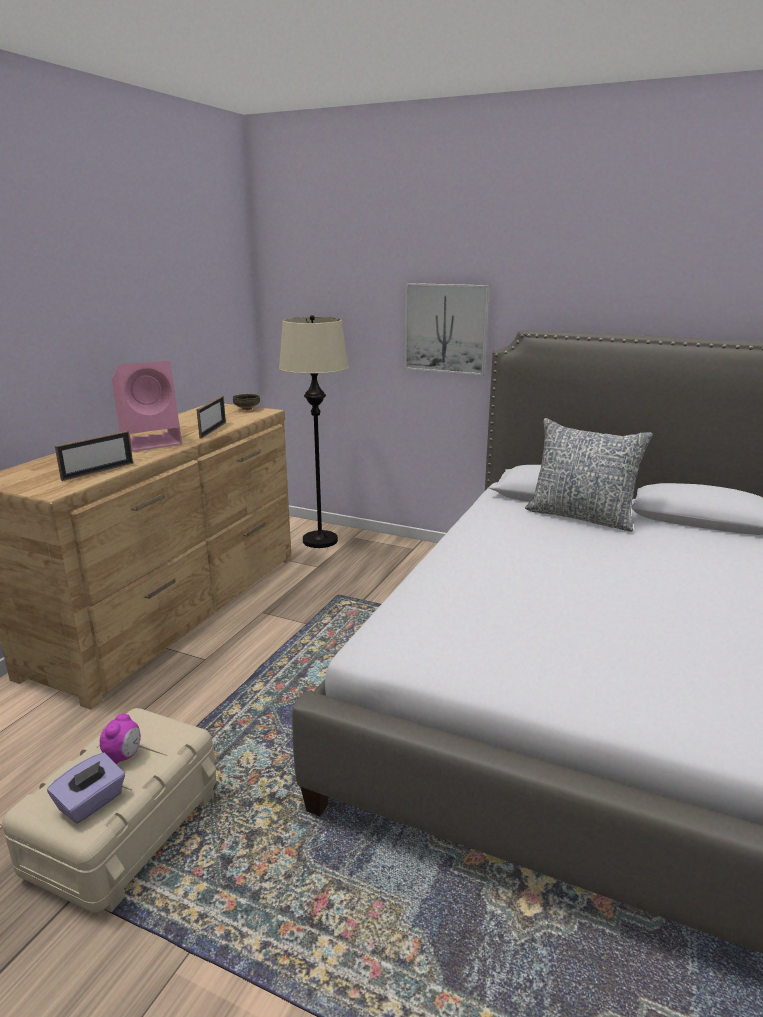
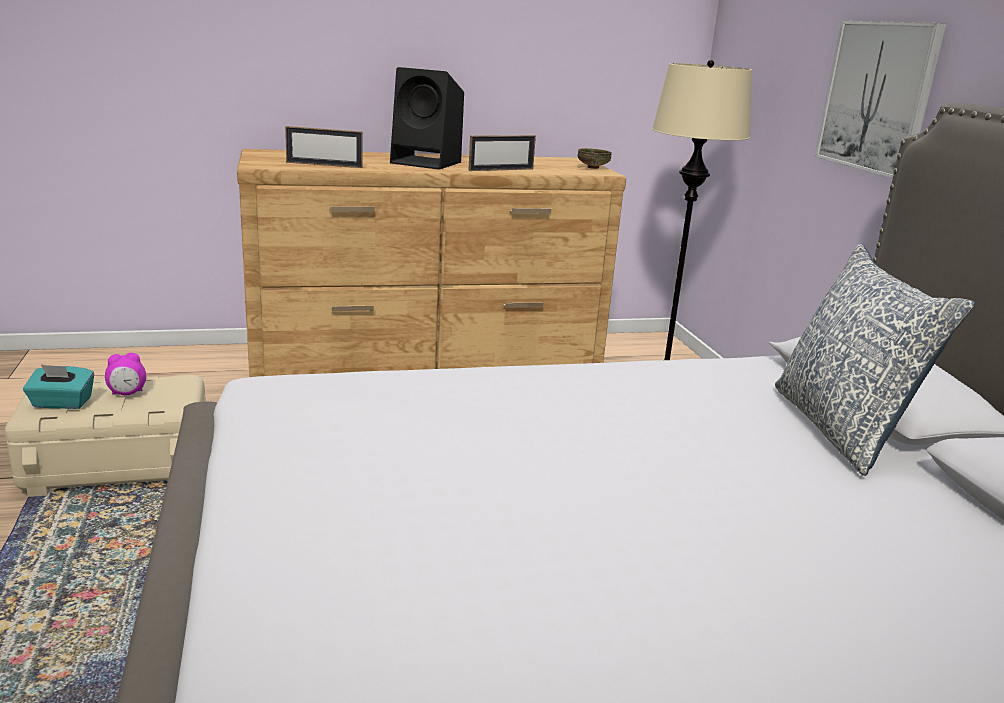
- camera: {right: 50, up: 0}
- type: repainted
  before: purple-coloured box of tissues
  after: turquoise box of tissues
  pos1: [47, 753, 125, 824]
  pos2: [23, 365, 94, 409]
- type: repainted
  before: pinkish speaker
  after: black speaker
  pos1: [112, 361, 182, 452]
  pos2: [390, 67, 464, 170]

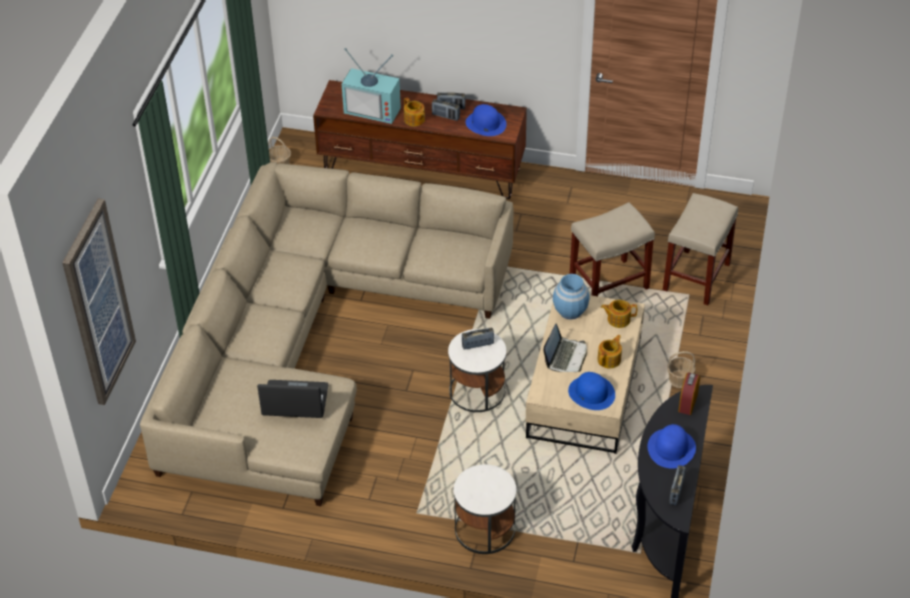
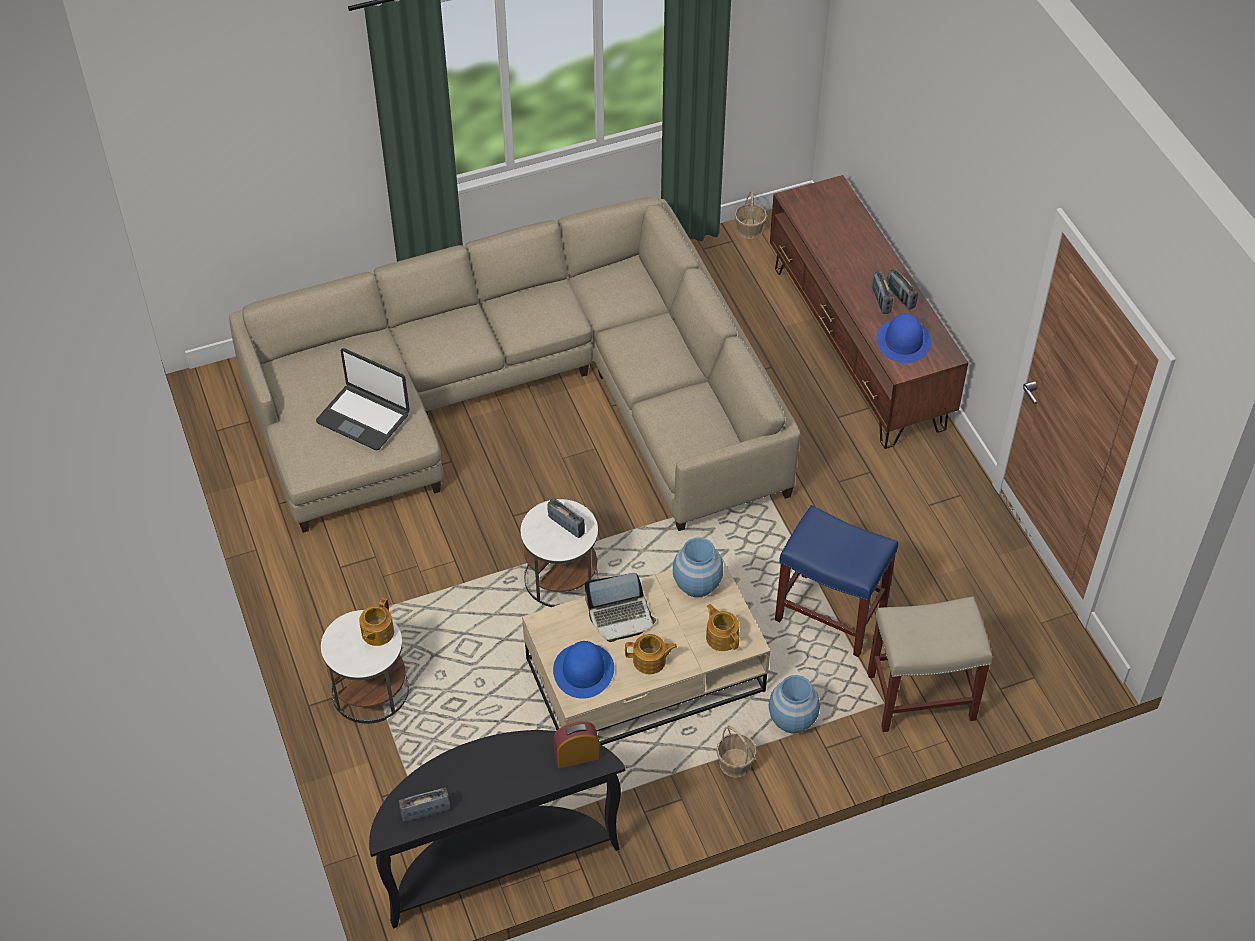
- camera: {right: 55, up: 5}
- type: gone
  before: wall art
  pos1: [62, 198, 136, 405]
- type: gone
  before: television
  pos1: [342, 48, 401, 124]
- type: gone
  before: blue hat
  pos1: [648, 424, 696, 469]
- type: new
  after: blue vase
  pos2: [768, 675, 820, 734]
- type: shifted
  before: teapot
  pos1: [404, 97, 425, 126]
  pos2: [359, 598, 394, 646]
- type: repainted
  before: beige stool
  after: blue stool
  pos1: [570, 202, 655, 296]
  pos2: [775, 505, 898, 658]
- type: rotated
  before: notebook computer
  pos1: [257, 380, 328, 418]
  pos2: [316, 348, 410, 450]
  turn: 150

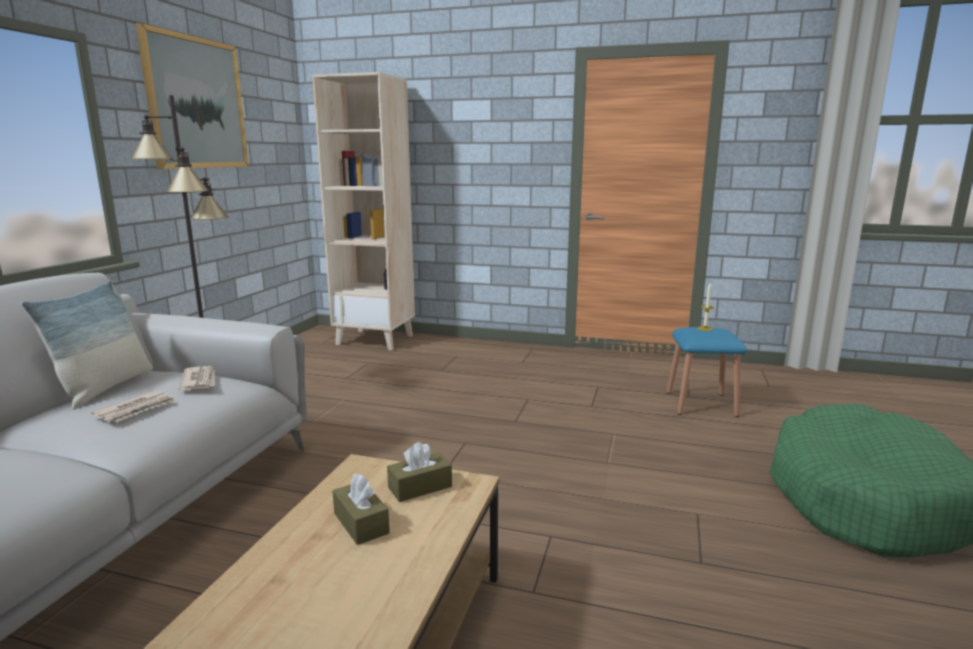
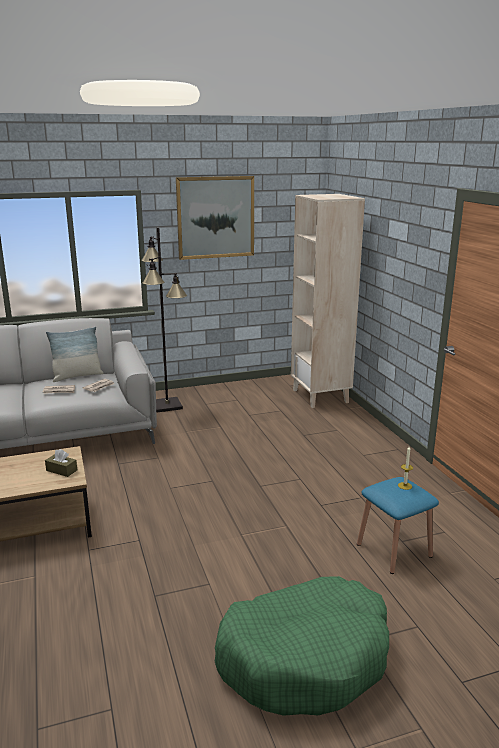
- camera: {right: 55, up: 5}
- type: gone
  before: brown-coloured box of tissues
  pos1: [332, 474, 390, 545]

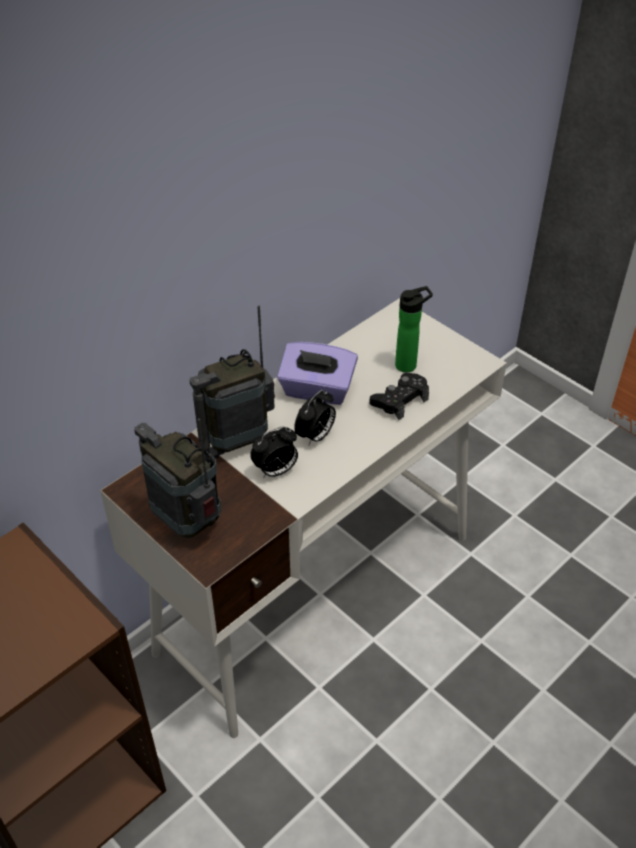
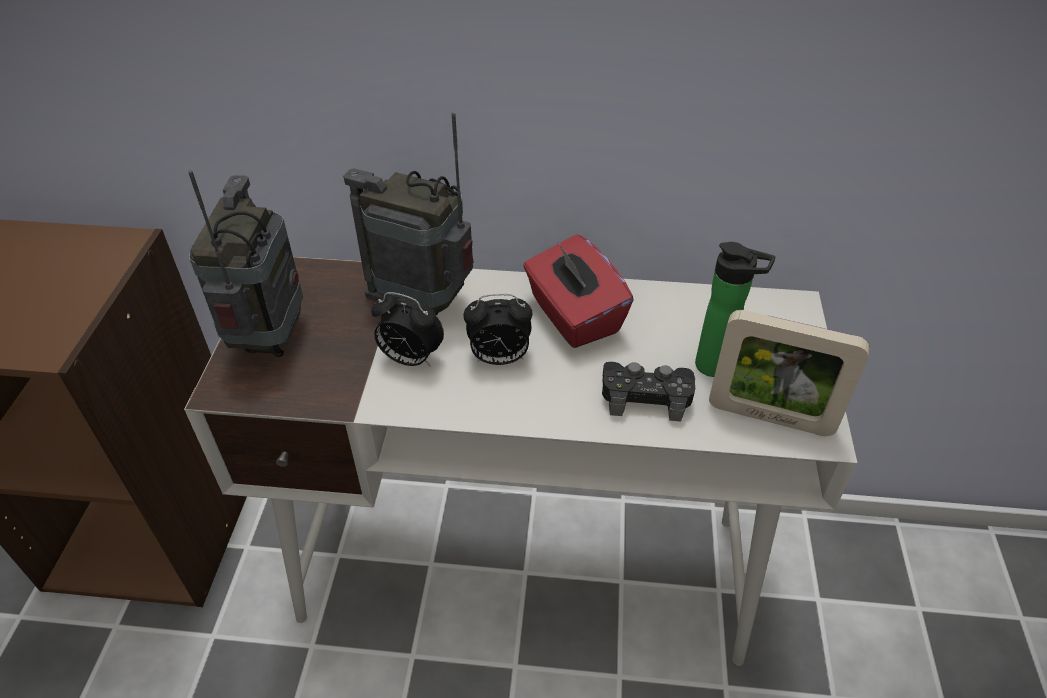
- camera: {right: 50, up: 0}
- type: new
  after: picture frame
  pos2: [709, 310, 869, 436]
- type: repainted
  before: purple-coloured box of tissues
  after: reddish box of tissues
  pos1: [277, 342, 358, 405]
  pos2: [523, 234, 634, 348]

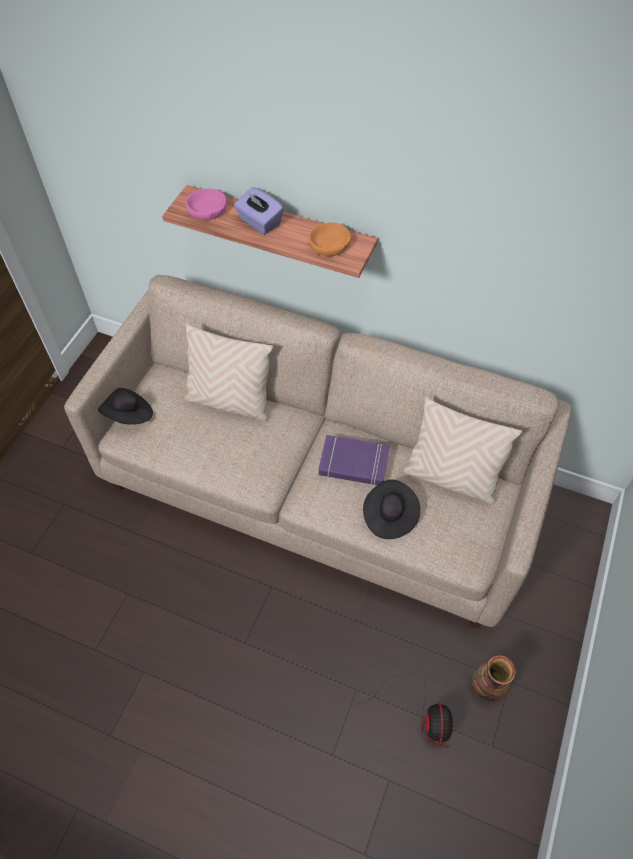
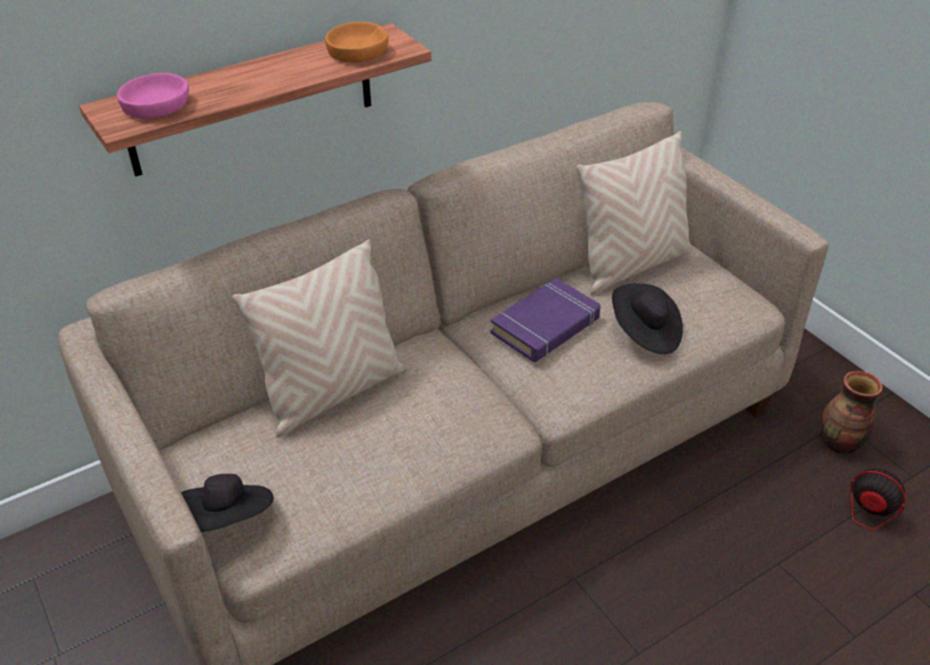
- camera: {right: -55, up: -15}
- type: gone
  before: purple-coloured box of tissues
  pos1: [234, 187, 284, 234]

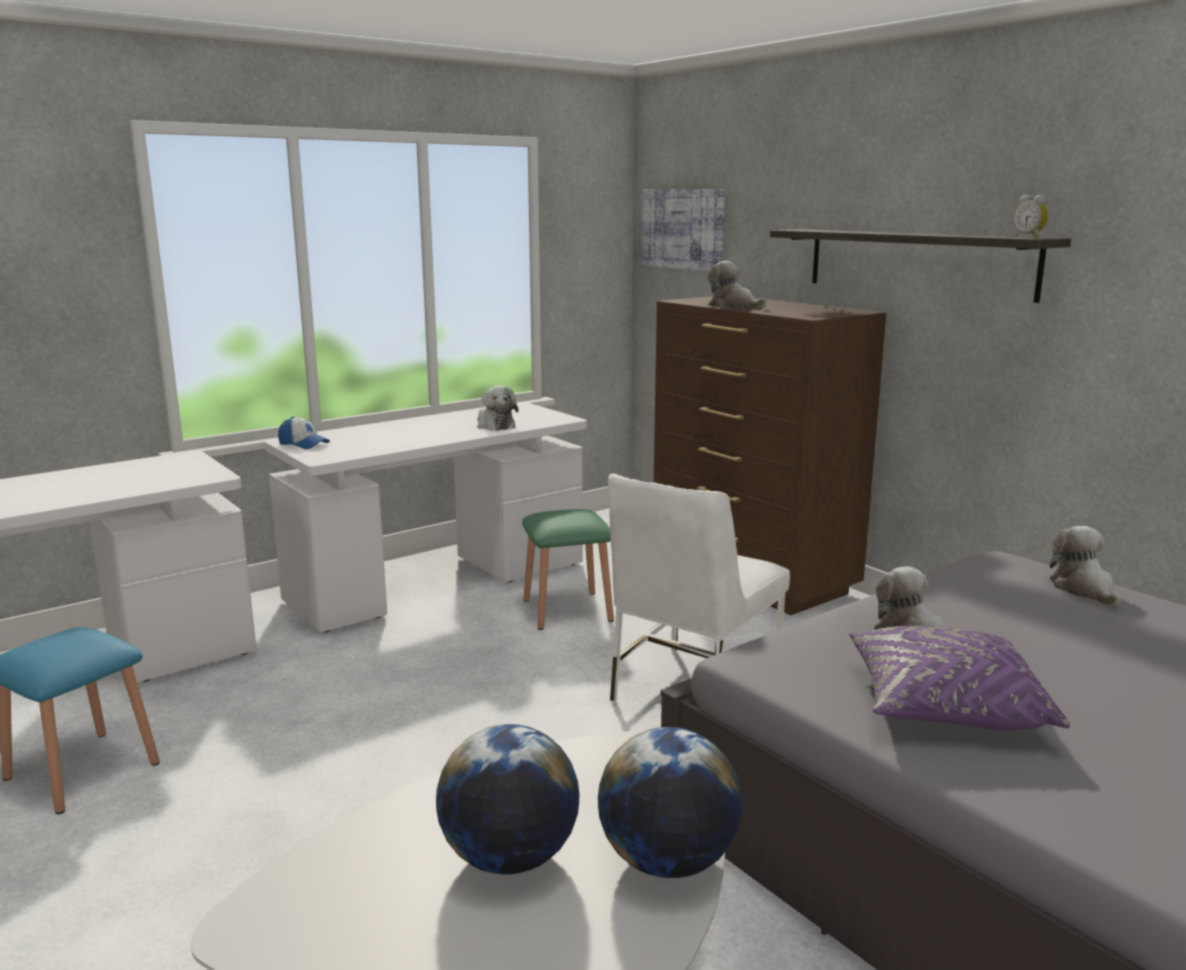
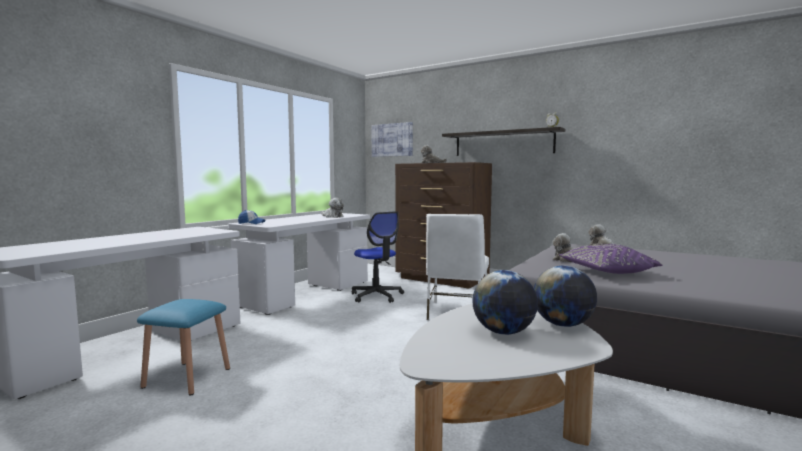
- camera: {right: -20, up: -10}
- type: swapped
  before: green-coloured stool
  after: office chair
  pos1: [522, 509, 614, 630]
  pos2: [352, 211, 404, 303]

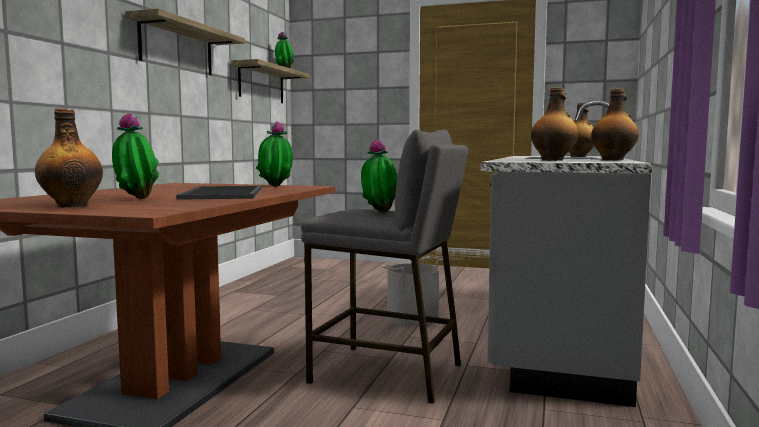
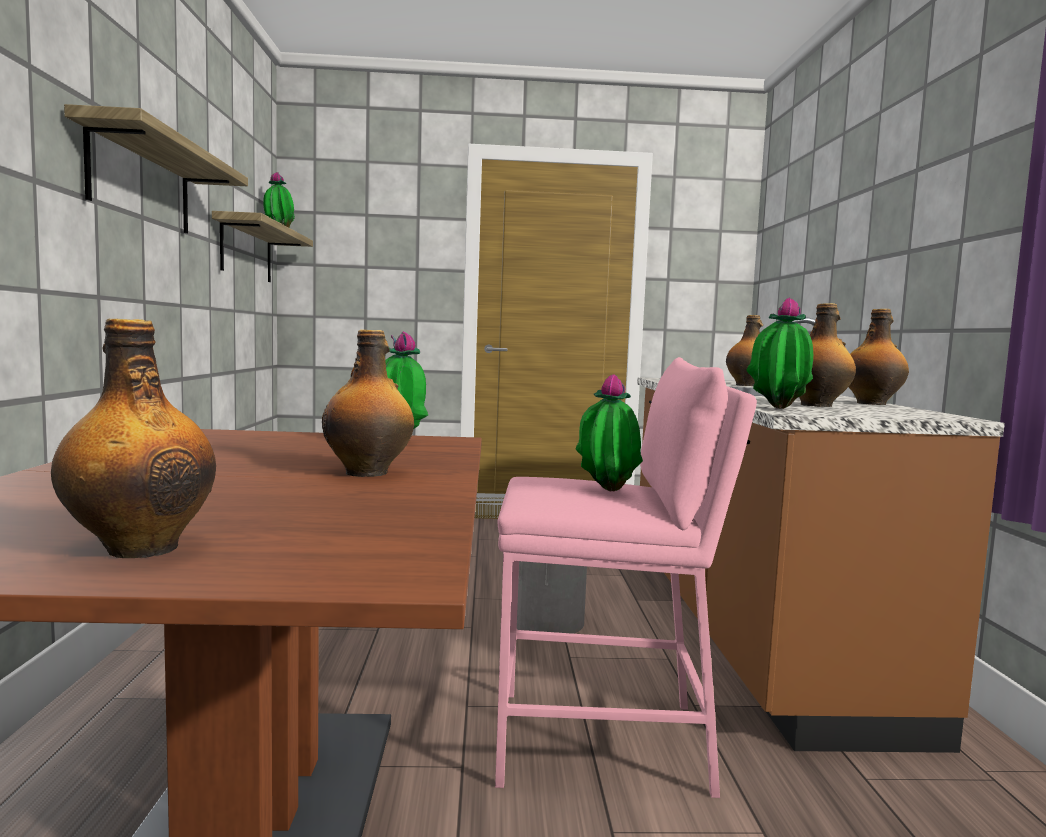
- camera: {right: -20, up: 0}
- type: shifted
  before: potted plant
  pos1: [112, 113, 159, 199]
  pos2: [746, 298, 813, 409]
- type: swapped
  before: tray
  after: beverage bottle
  pos1: [176, 186, 262, 200]
  pos2: [322, 330, 414, 477]
- type: repainted
  before: gray stool
  after: pinkish stool
  pos1: [301, 129, 468, 404]
  pos2: [495, 357, 757, 798]
- type: repainted
  before: gray counter
  after: brown-coloured counter
  pos1: [481, 101, 652, 407]
  pos2: [637, 317, 1005, 753]

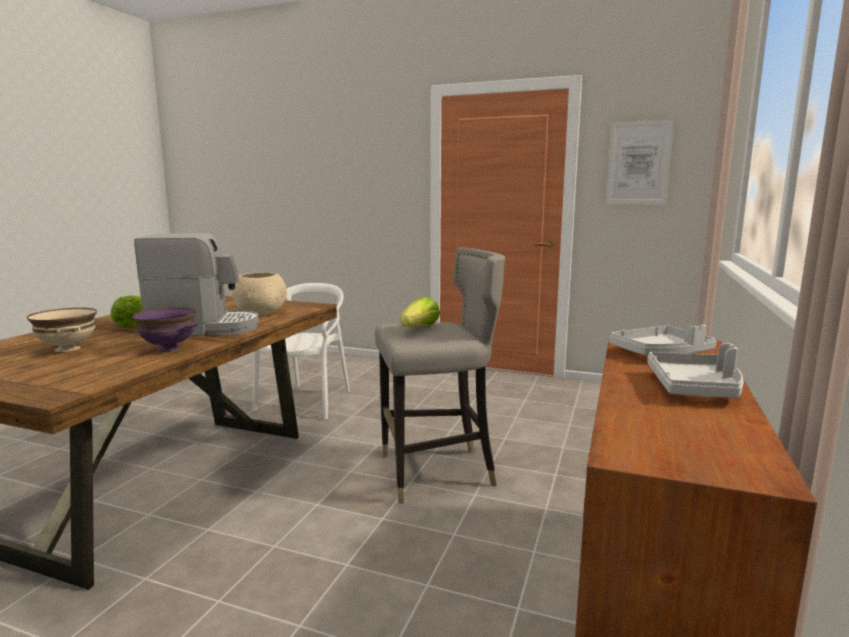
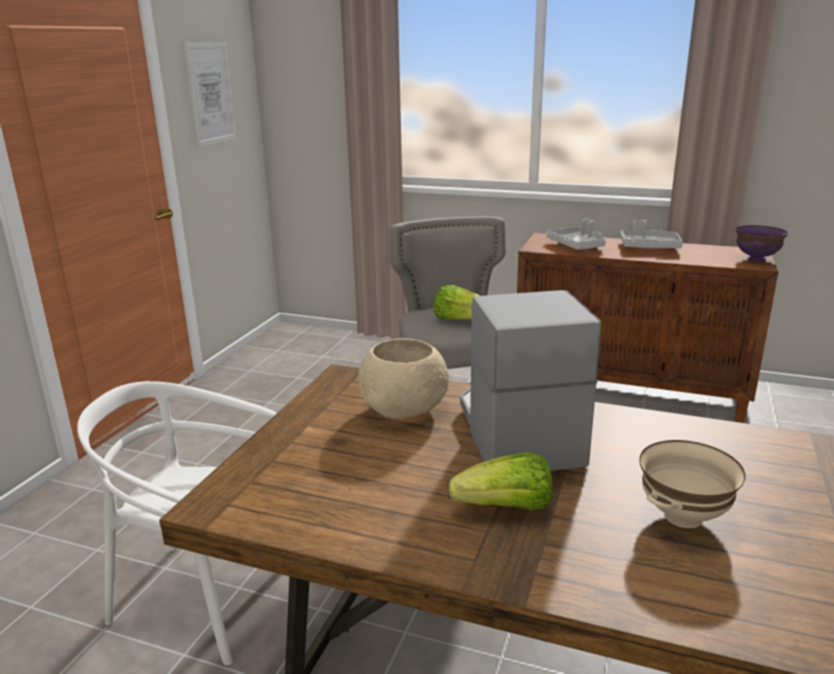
- camera: {right: -90, up: 10}
- type: shifted
  before: purple-coloured deep dish
  pos1: [132, 307, 198, 352]
  pos2: [735, 225, 788, 262]

